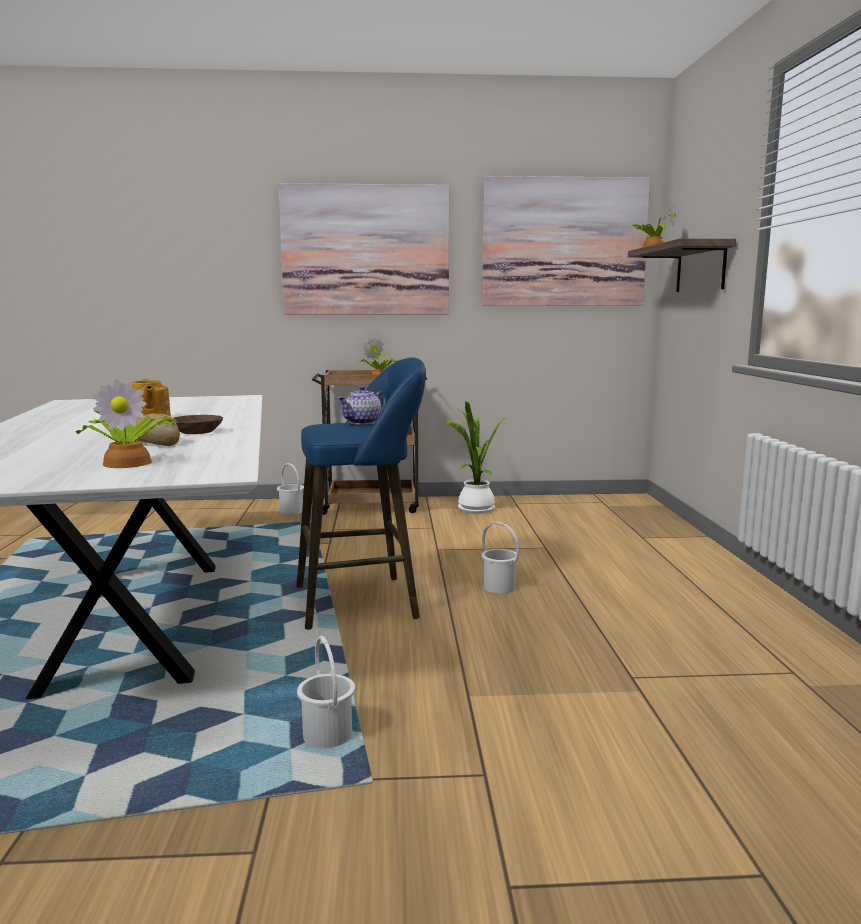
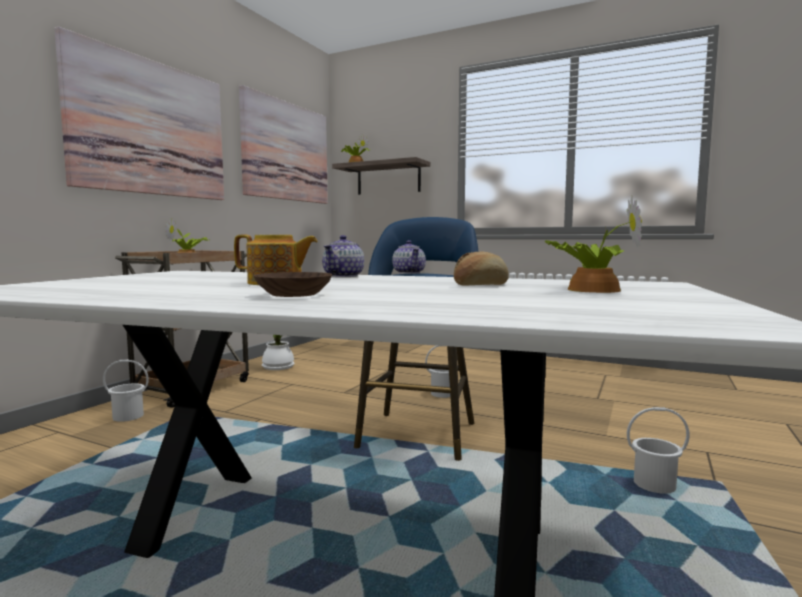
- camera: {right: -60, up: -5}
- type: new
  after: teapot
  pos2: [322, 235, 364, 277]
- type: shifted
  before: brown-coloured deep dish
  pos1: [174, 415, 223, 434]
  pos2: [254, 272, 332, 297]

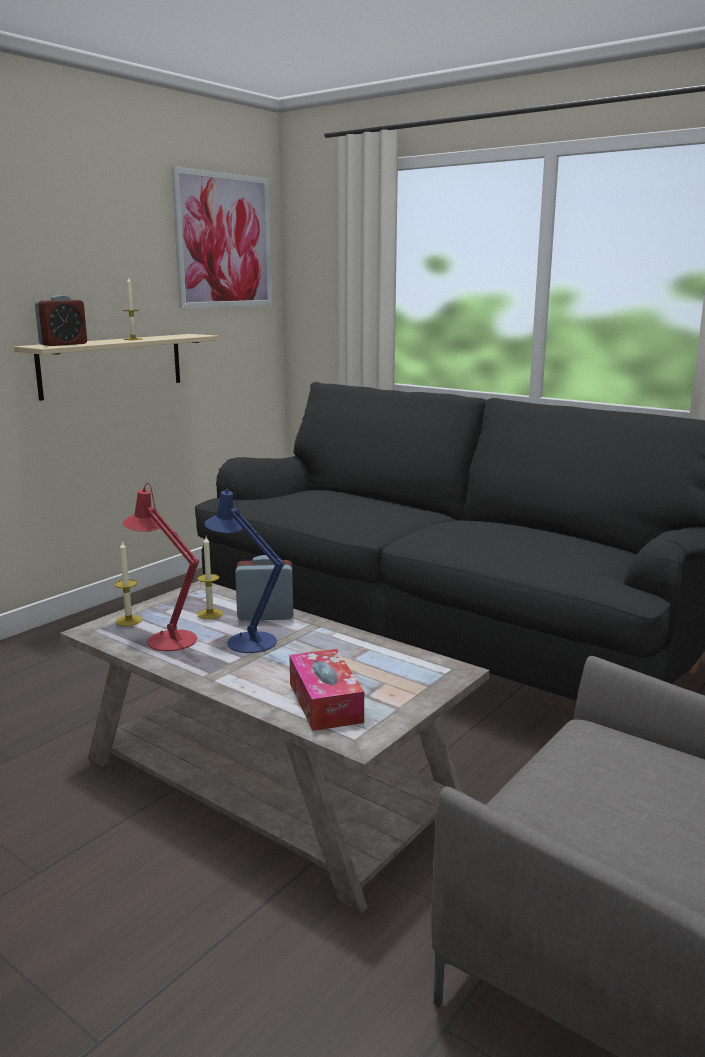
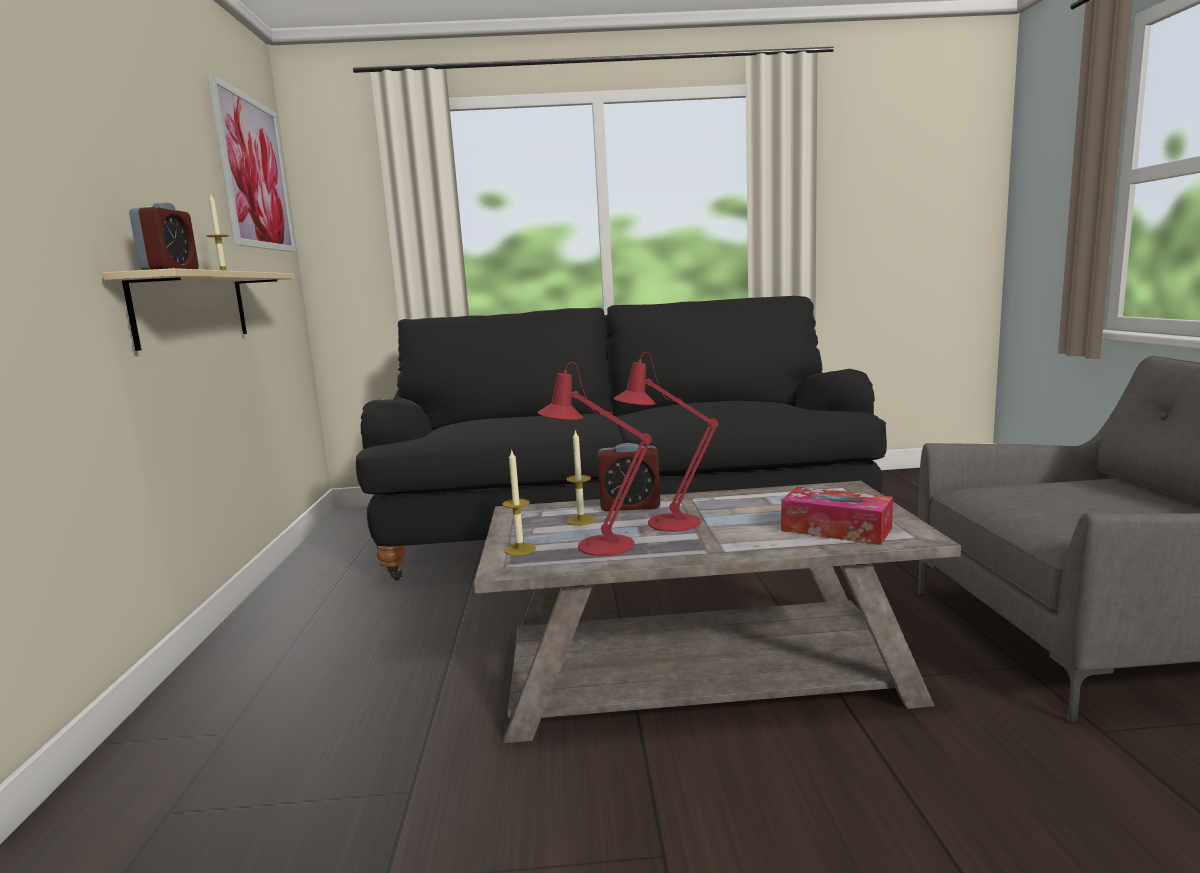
- camera: {right: -40, up: -5}
- type: repainted
  before: blue table lamp
  after: reddish table lamp
  pos1: [205, 484, 284, 653]
  pos2: [614, 352, 718, 532]
- type: rotated
  before: table clock
  pos1: [235, 555, 293, 621]
  pos2: [598, 443, 660, 511]
  turn: -135

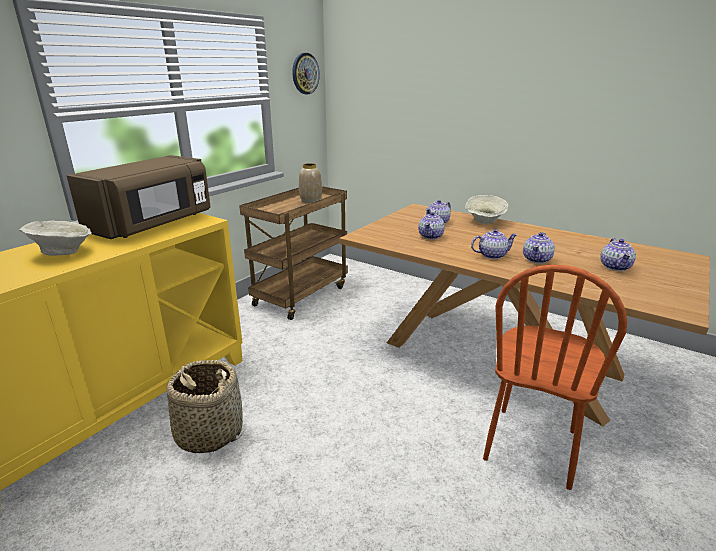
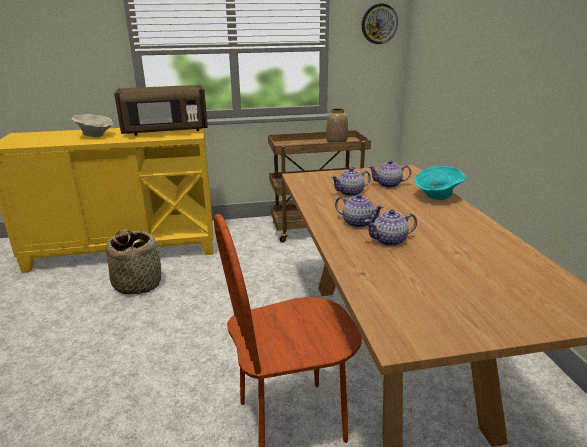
- camera: {right: 45, up: 0}
- type: gone
  before: teapot
  pos1: [600, 238, 636, 271]
- type: repainted
  before: beige deep dish
  after: turquoise deep dish
  pos1: [465, 195, 509, 224]
  pos2: [414, 166, 466, 200]

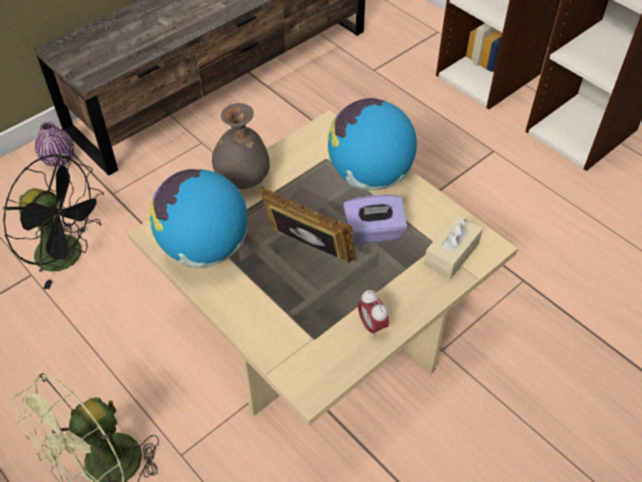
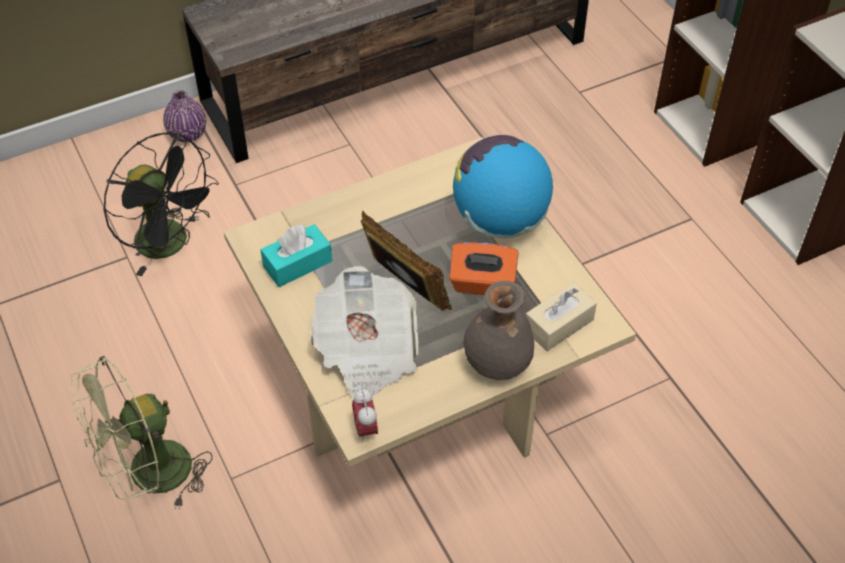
- camera: {right: 15, up: 0}
- type: new
  after: printed paper
  pos2: [310, 266, 419, 398]
- type: shifted
  before: gray vase
  pos1: [212, 103, 270, 189]
  pos2: [463, 281, 534, 380]
- type: shifted
  before: table clock
  pos1: [358, 290, 389, 338]
  pos2: [352, 389, 378, 443]
- type: swapped
  before: desk globe
  after: turquoise box of tissues
  pos1: [148, 169, 248, 268]
  pos2: [261, 224, 332, 287]
- type: repainted
  before: purple-coloured box of tissues
  after: orange-coloured box of tissues
  pos1: [343, 195, 407, 244]
  pos2: [449, 242, 519, 295]

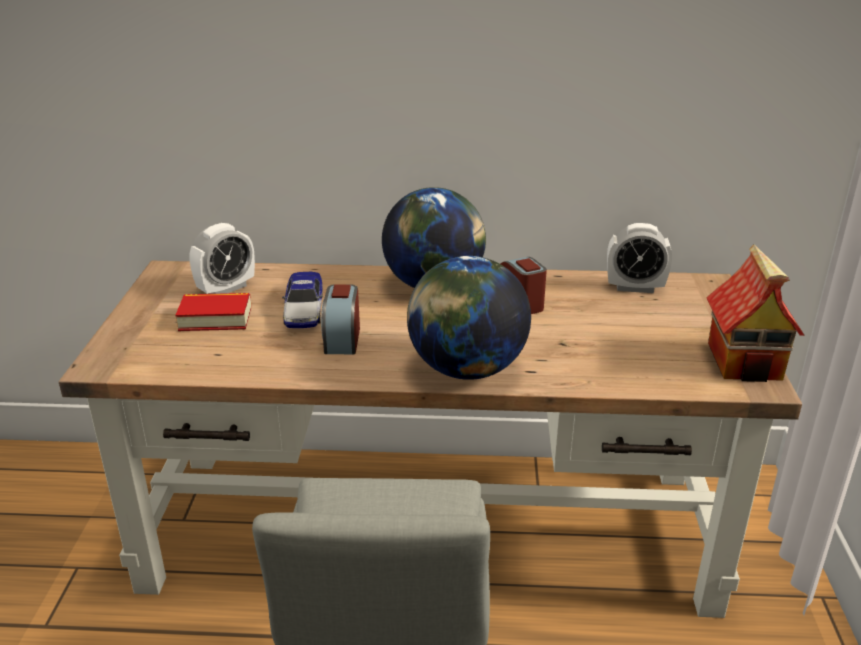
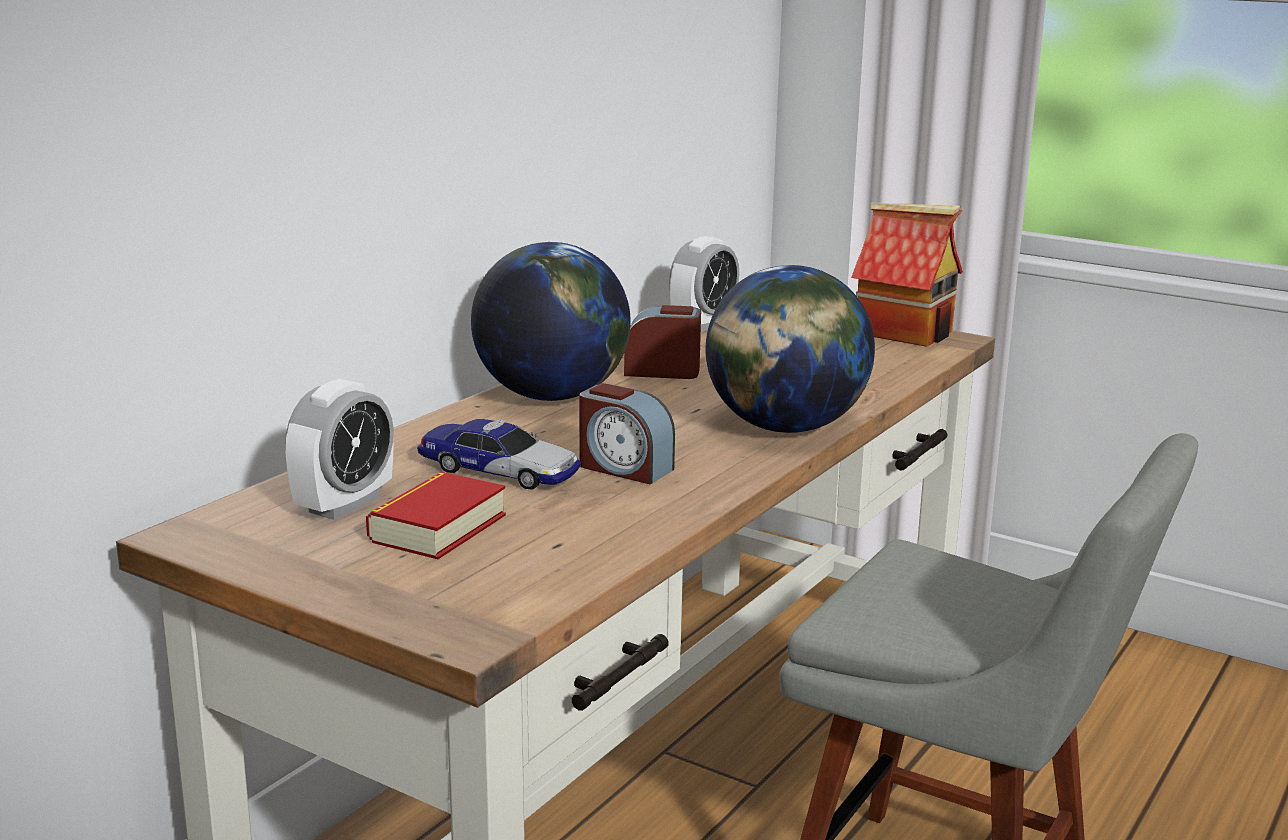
- camera: {right: -60, up: -10}
- type: rotated
  before: table clock
  pos1: [190, 223, 255, 294]
  pos2: [285, 379, 394, 520]
  turn: 45

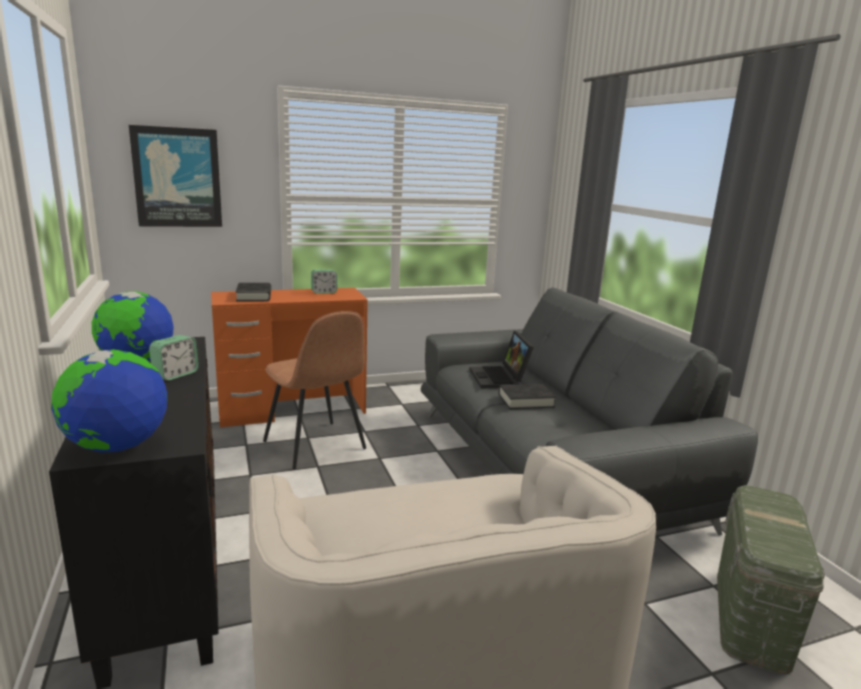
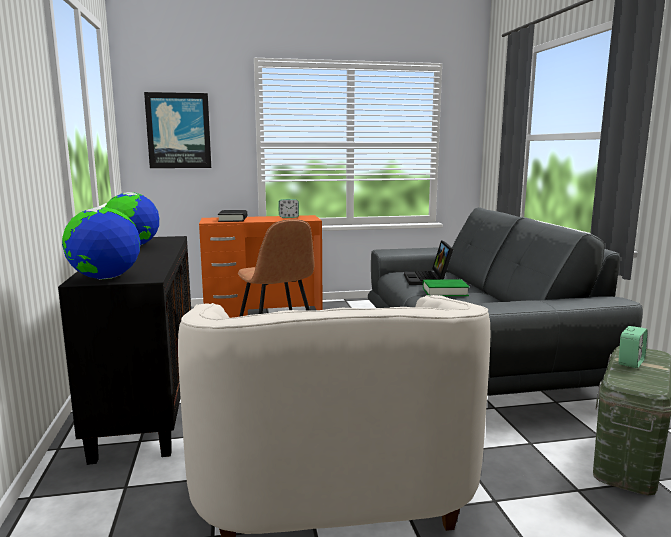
- camera: {right: 10, up: -5}
- type: shifted
  before: table clock
  pos1: [149, 335, 199, 381]
  pos2: [618, 326, 648, 368]
- type: repainted
  before: black volume
  after: green-coloured volume
  pos1: [498, 384, 556, 409]
  pos2: [423, 279, 469, 296]

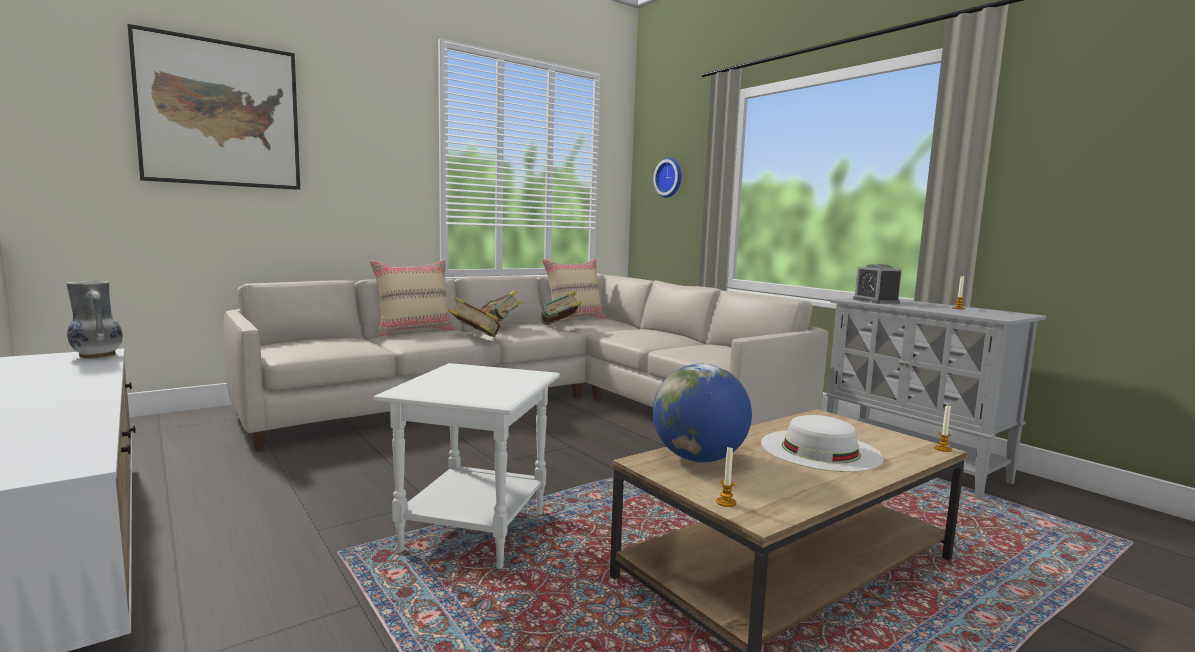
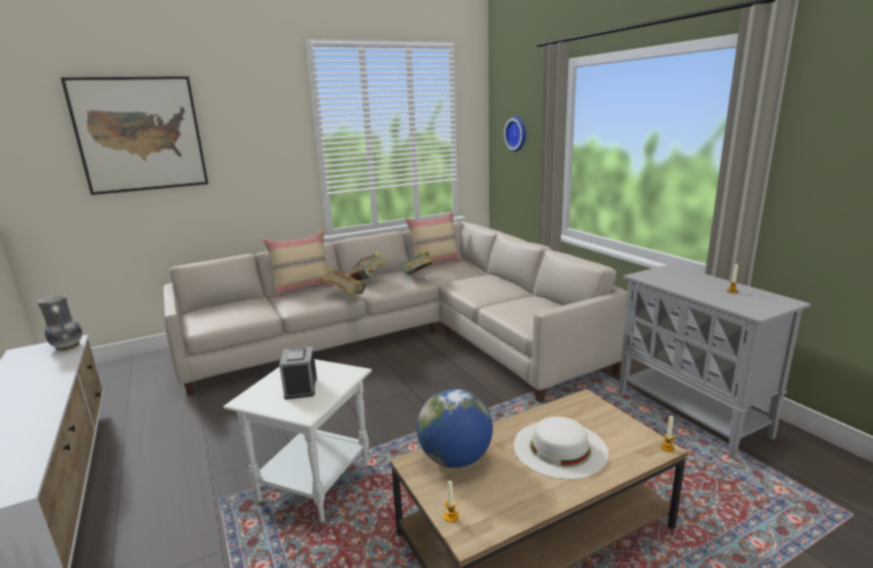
- camera: {right: 10, up: 10}
- type: shifted
  before: table clock
  pos1: [853, 264, 902, 304]
  pos2: [279, 347, 317, 400]

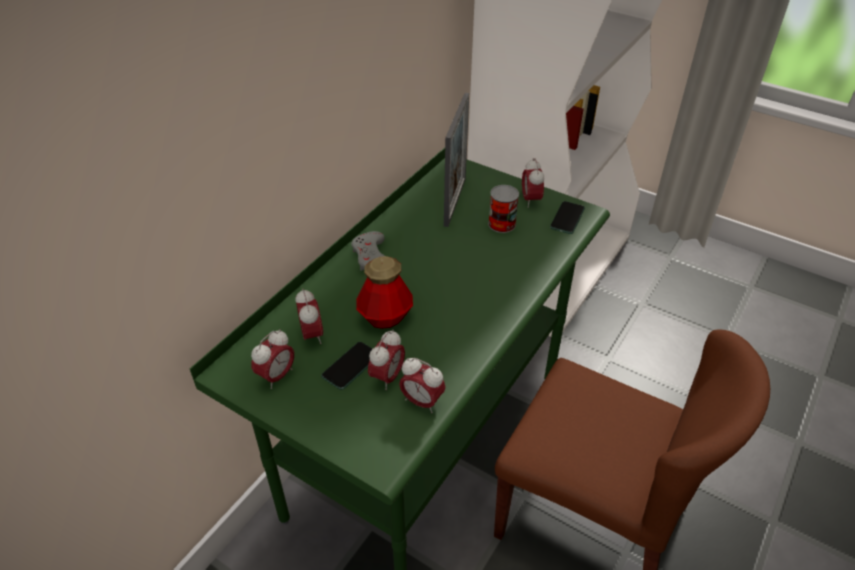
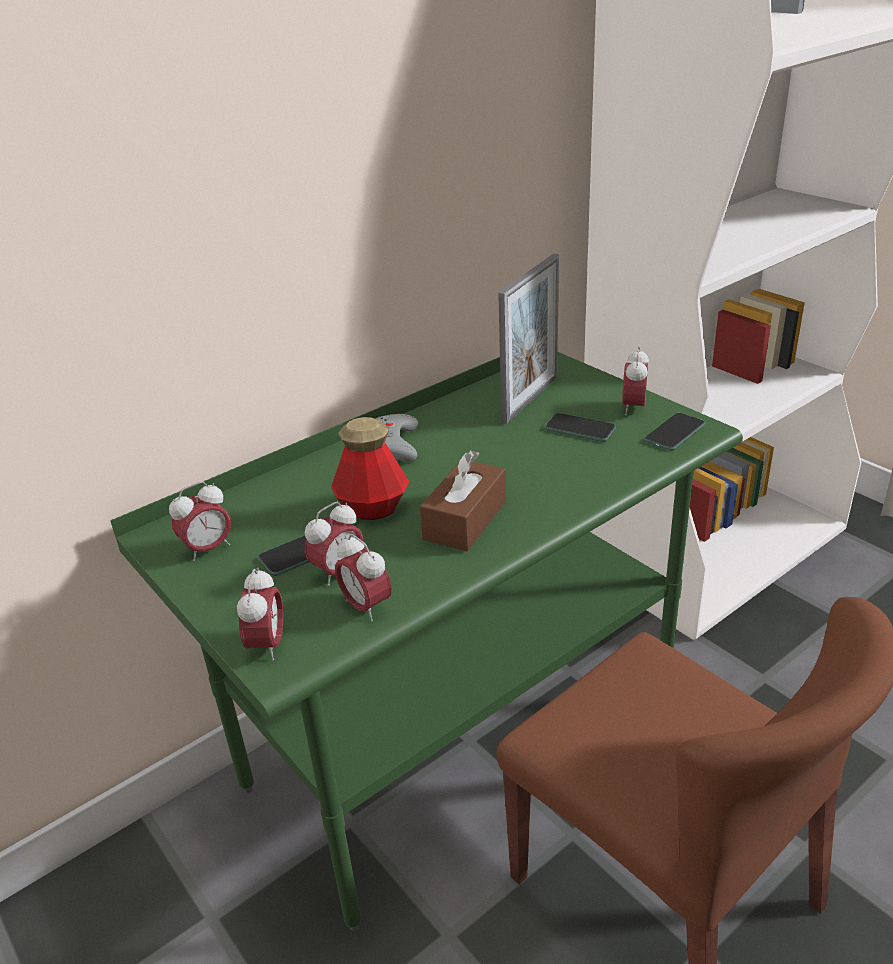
- camera: {right: 20, up: -10}
- type: new
  after: brown-coloured box of tissues
  pos2: [420, 450, 506, 551]
- type: shifted
  before: table clock
  pos1: [296, 289, 323, 344]
  pos2: [237, 567, 284, 661]
- type: swapped
  before: metal can
  after: telephone
  pos1: [488, 185, 519, 233]
  pos2: [545, 413, 616, 442]

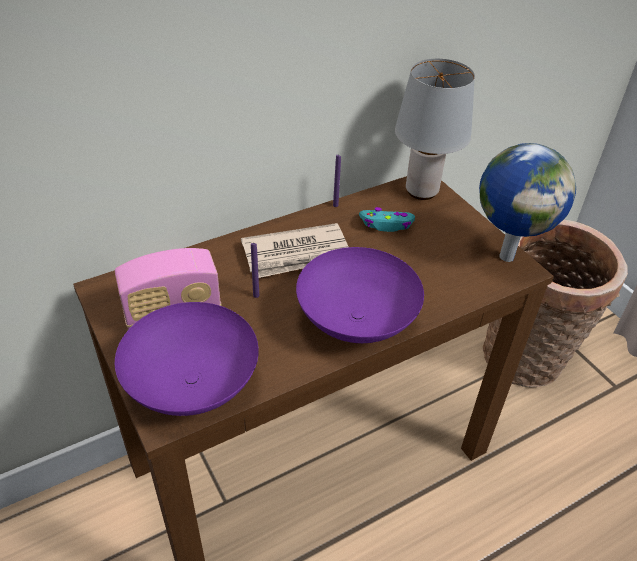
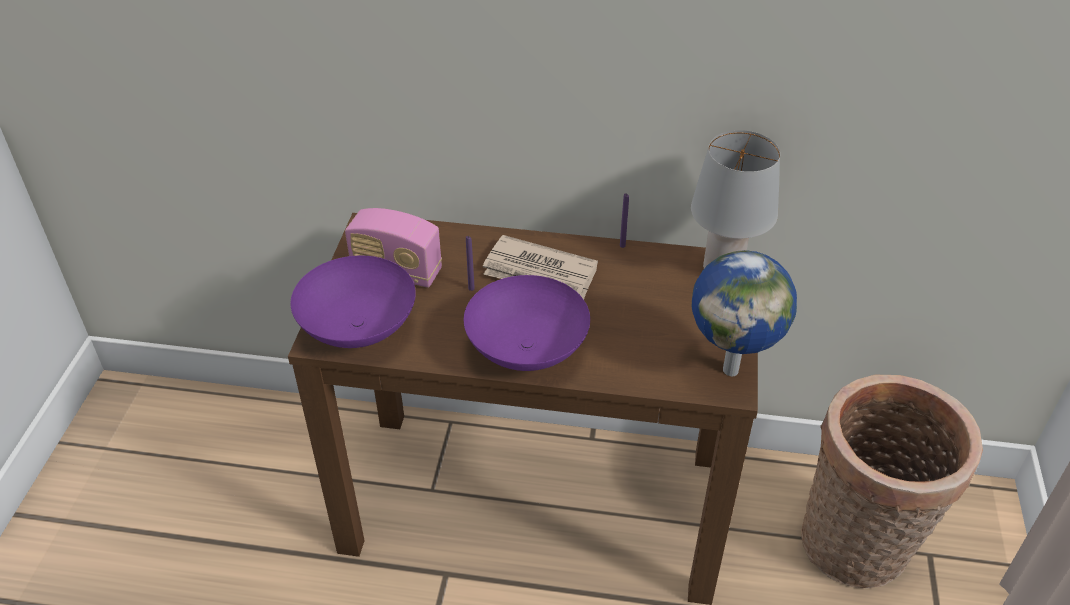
- camera: {right: 40, up: 0}
- type: gone
  before: turquoise game controller
  pos1: [359, 207, 415, 232]

